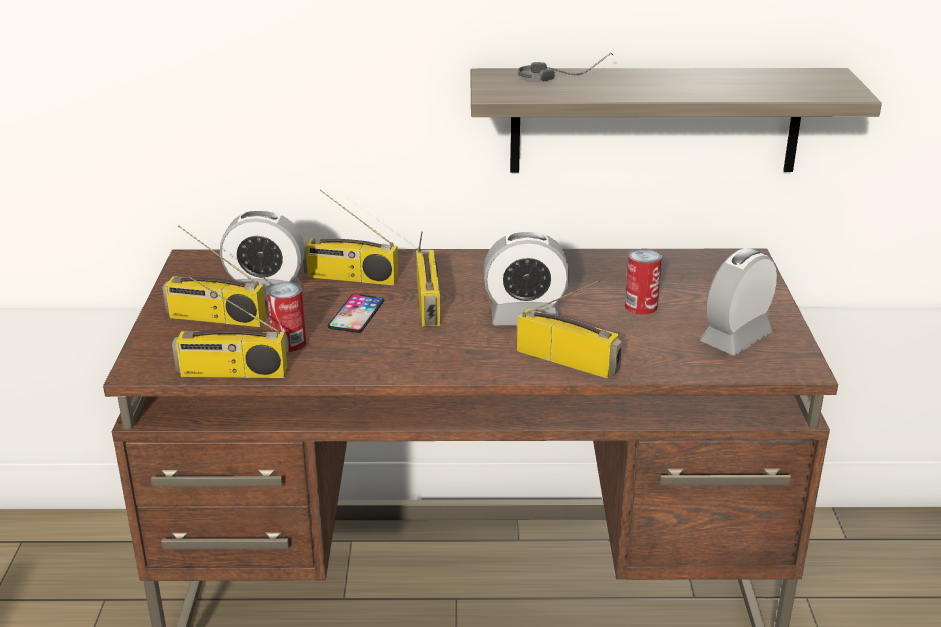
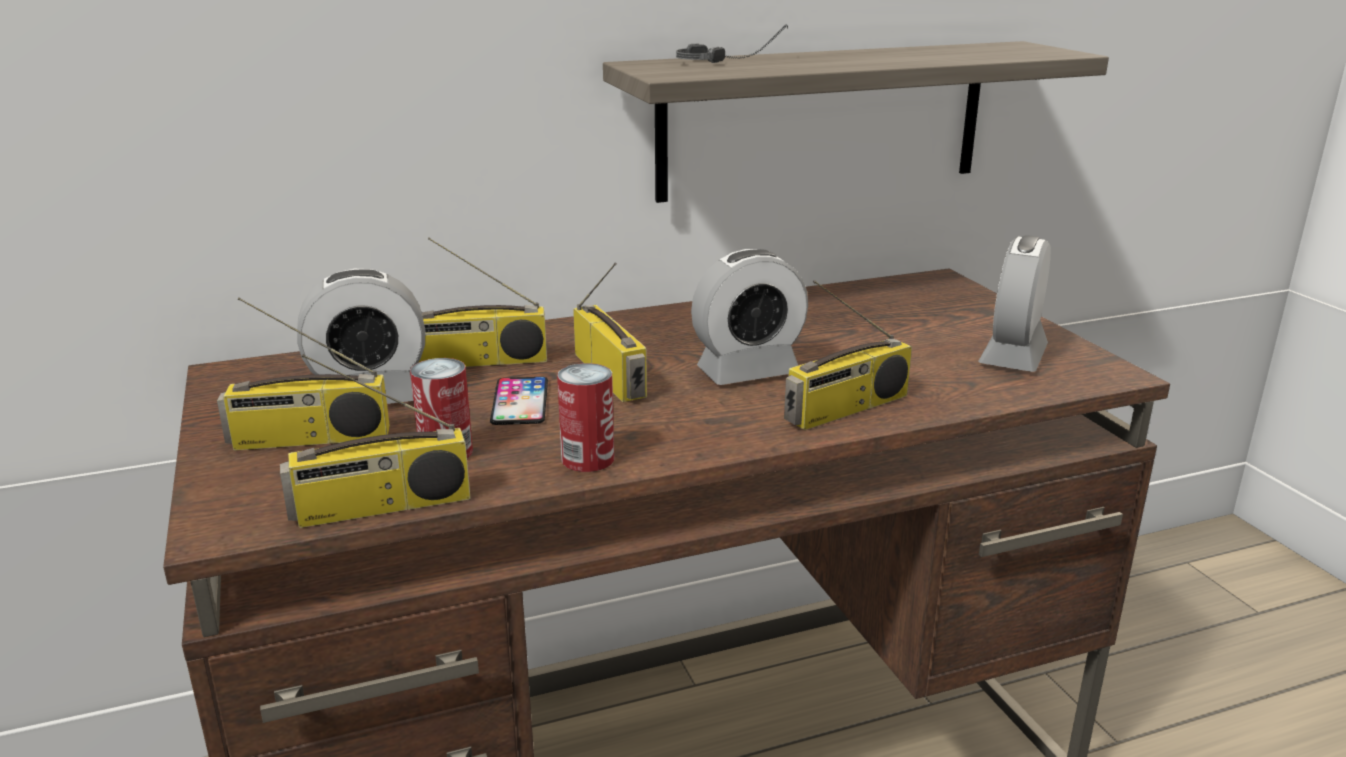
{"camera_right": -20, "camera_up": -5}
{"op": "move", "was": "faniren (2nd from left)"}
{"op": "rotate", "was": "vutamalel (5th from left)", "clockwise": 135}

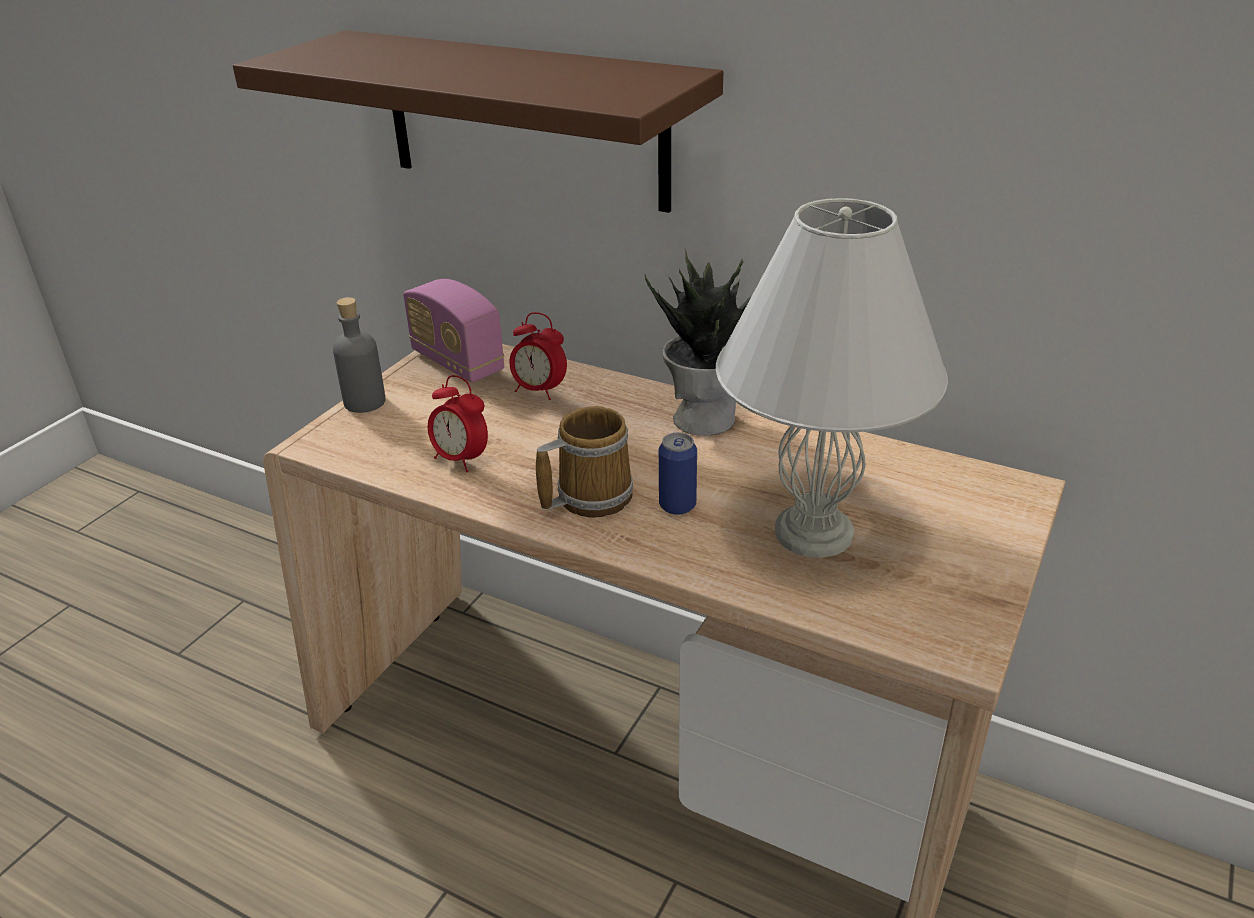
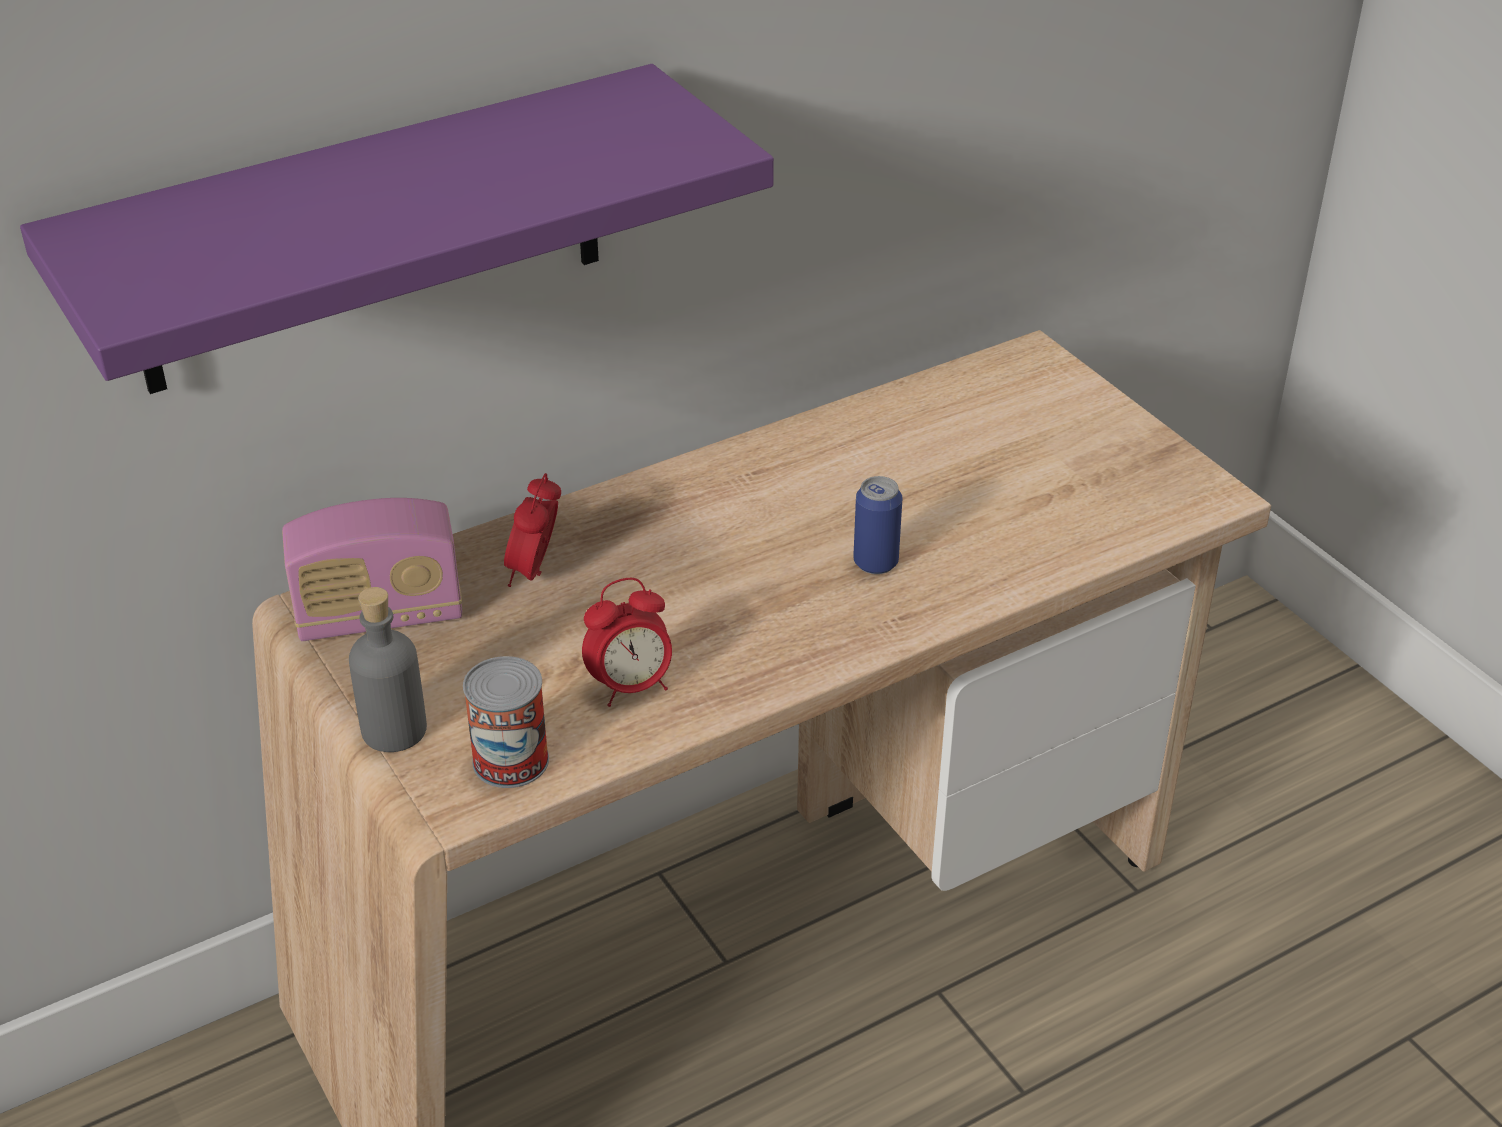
{"camera_right": -60, "camera_up": 5}
{"op": "recolor", "was": "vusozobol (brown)", "now": "vusozobol (purple)"}
{"op": "delete", "was": "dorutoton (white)"}
{"op": "delete", "was": "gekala"}
{"op": "rotate", "was": "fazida (2nd from left in the first image)", "clockwise": 135}
{"op": "delete", "was": "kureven"}
{"op": "insert", "now": "faniren (1st from left)"}

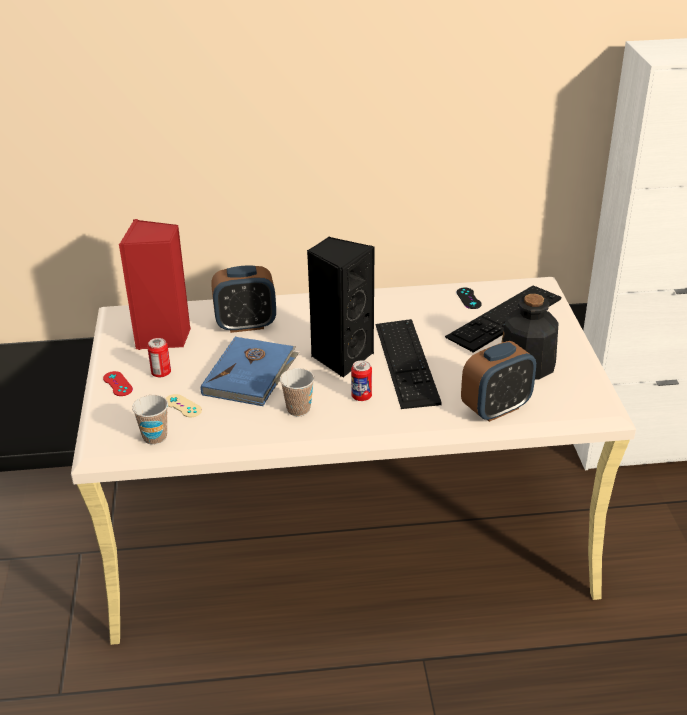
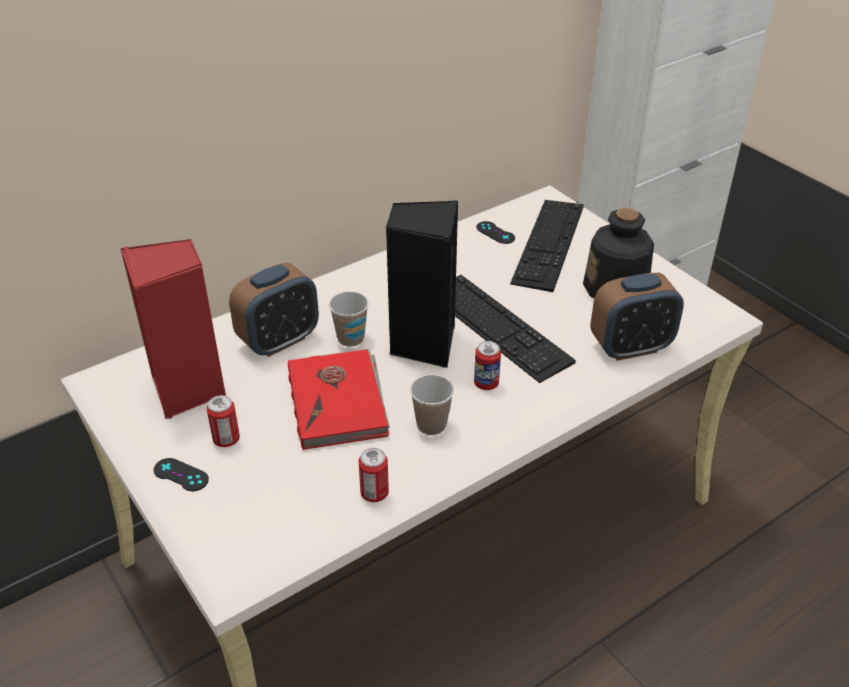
{"camera_right": -30, "camera_up": 5}
{"op": "recolor", "was": "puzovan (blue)", "now": "puzovan (red)"}
{"op": "rotate", "was": "fazida (2nd from left)", "clockwise": 45}
{"op": "recolor", "was": "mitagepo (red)", "now": "mitagepo (black) (1st from left)"}
{"op": "delete", "was": "mitagepo (beige)"}
{"op": "move", "was": "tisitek (1st from left)"}
{"op": "insert", "now": "faniren (2nd from left)"}

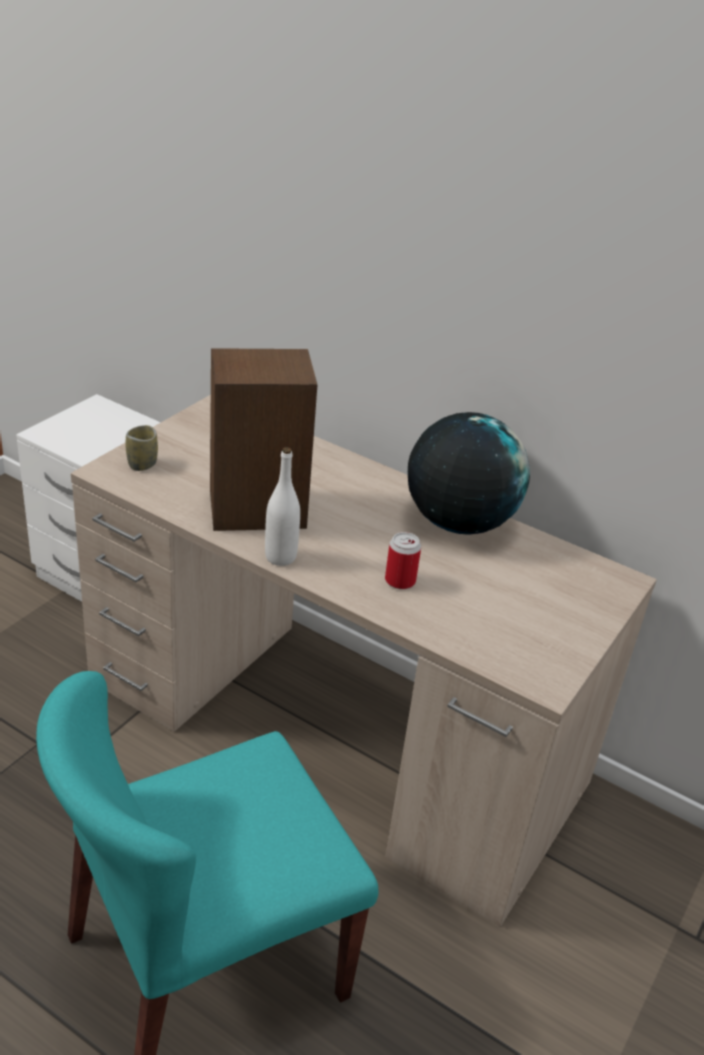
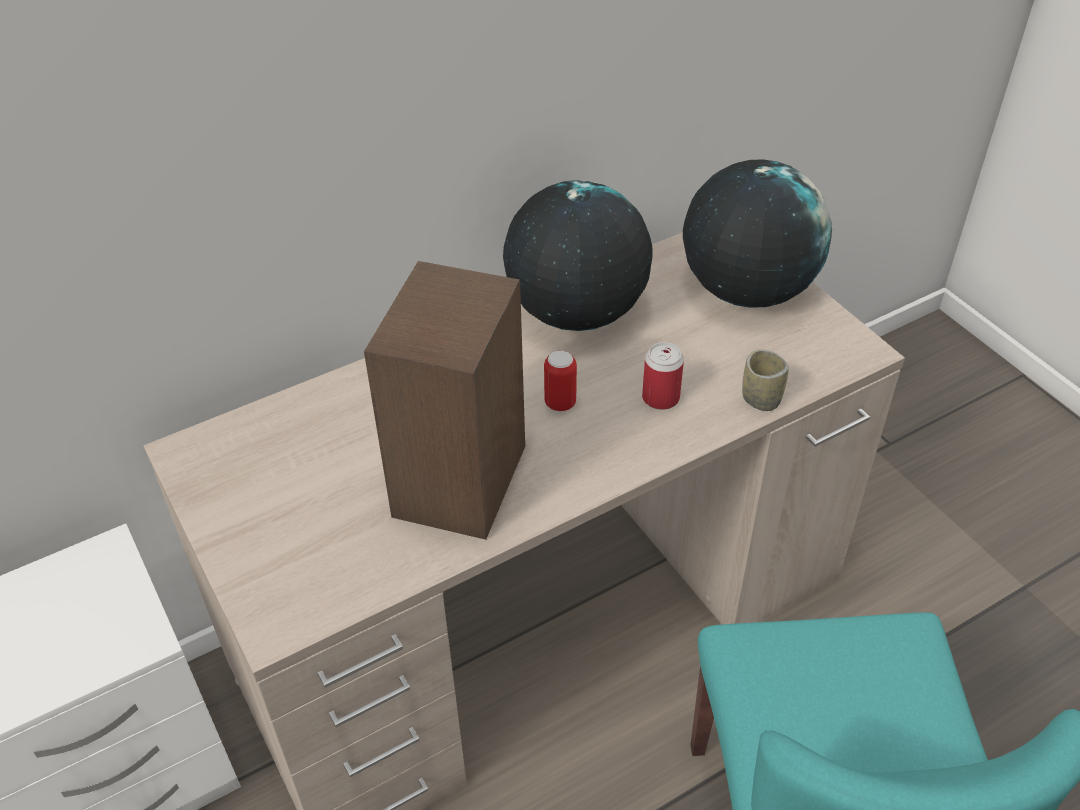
{"camera_right": -60, "camera_up": 10}
{"op": "move", "was": "tisitek"}
{"op": "delete", "was": "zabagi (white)"}
{"op": "insert", "now": "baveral (2nd from left)"}
{"op": "insert", "now": "faniren (1st from left)"}

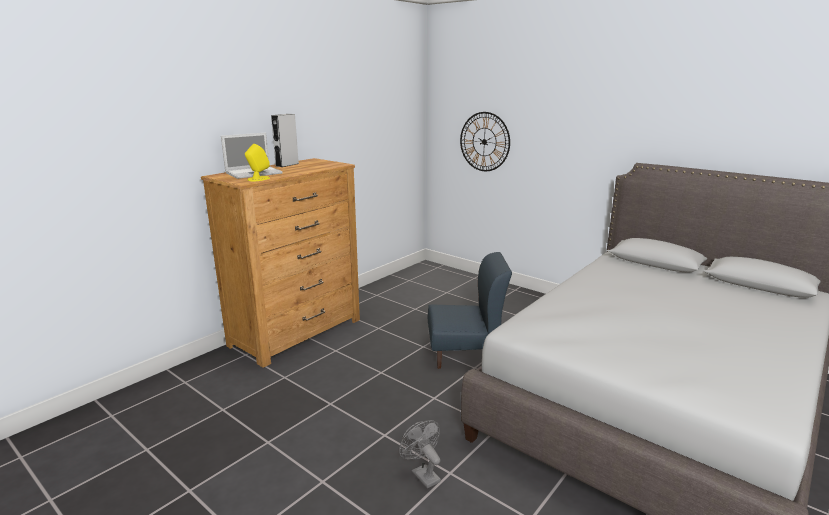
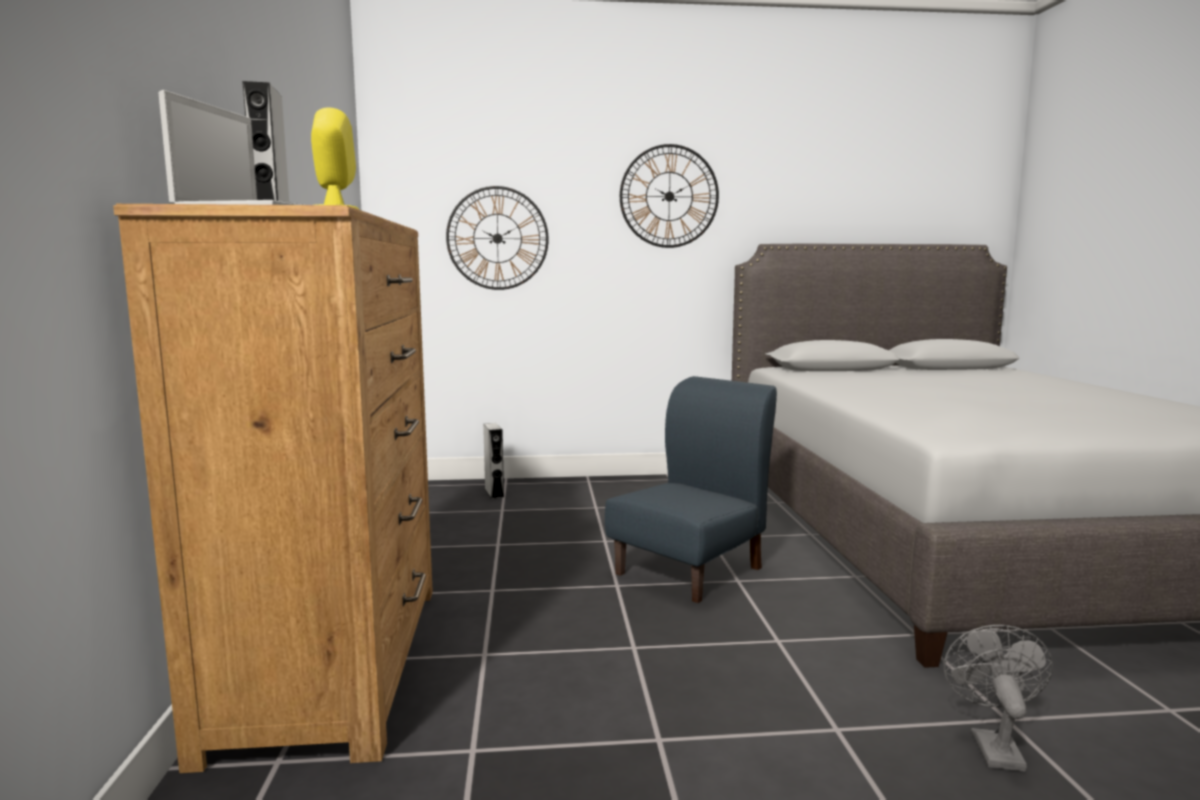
{"camera_right": -45, "camera_up": -10}
{"op": "rotate", "was": "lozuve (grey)", "clockwise": 90}
{"op": "insert", "now": "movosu (2nd from left)"}
{"op": "insert", "now": "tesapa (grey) (2nd from left)"}

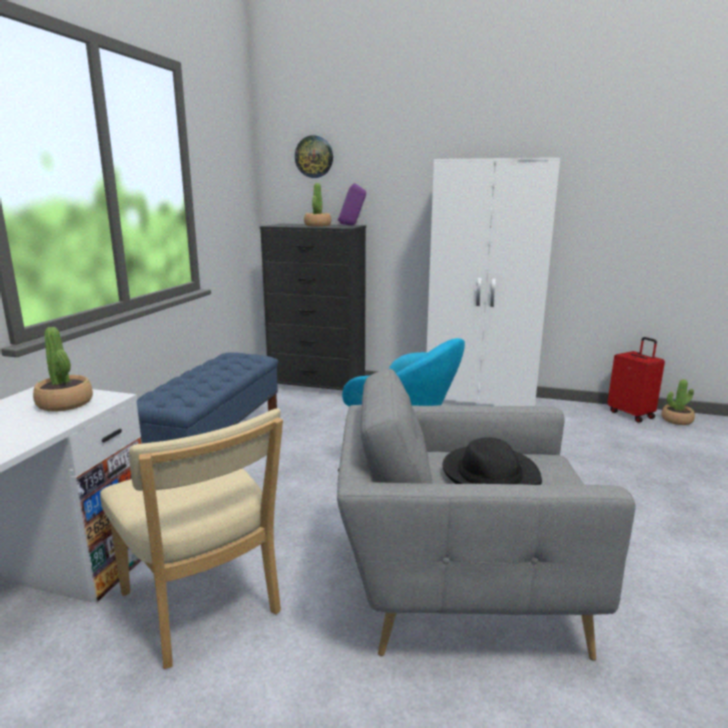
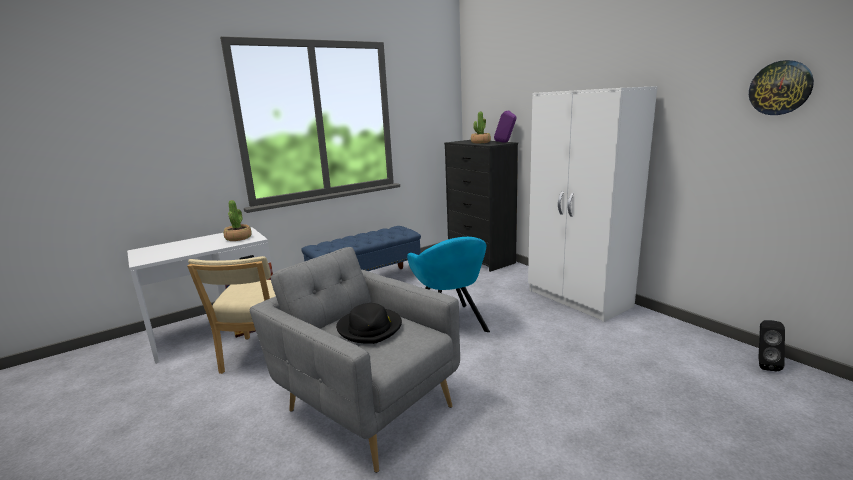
{"camera_right": 40, "camera_up": 0}
{"op": "move", "was": "movosu"}
{"op": "delete", "was": "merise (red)"}
{"op": "replace", "was": "gekala (3rd from left)", "now": "tesapa (black)"}

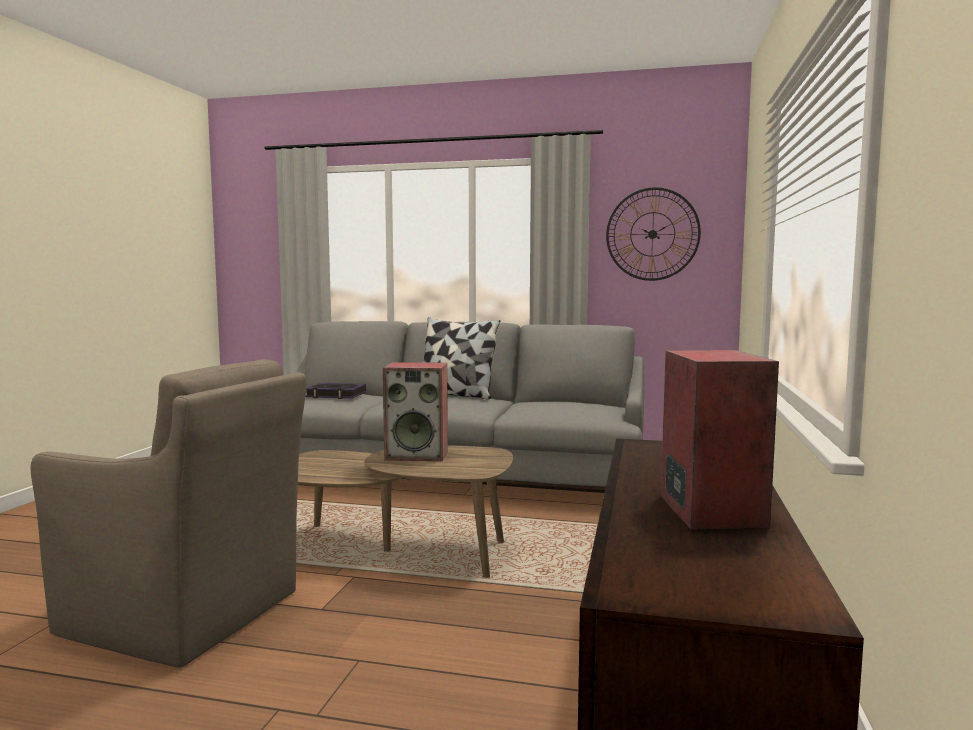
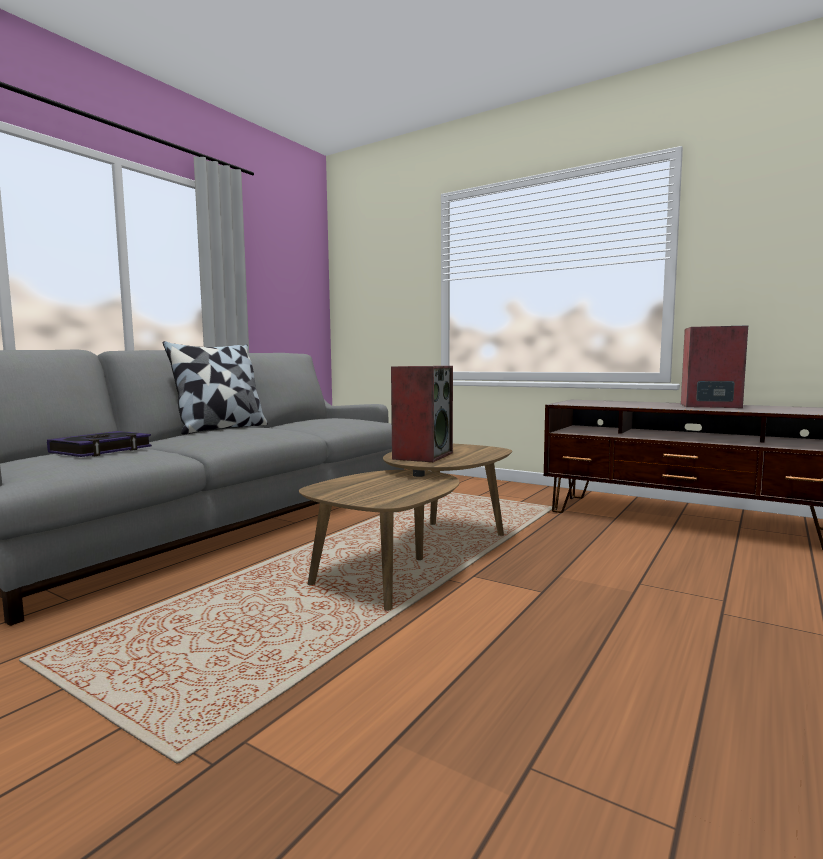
{"camera_right": -70, "camera_up": 0}
{"op": "delete", "was": "movosu"}
{"op": "delete", "was": "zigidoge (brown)"}

